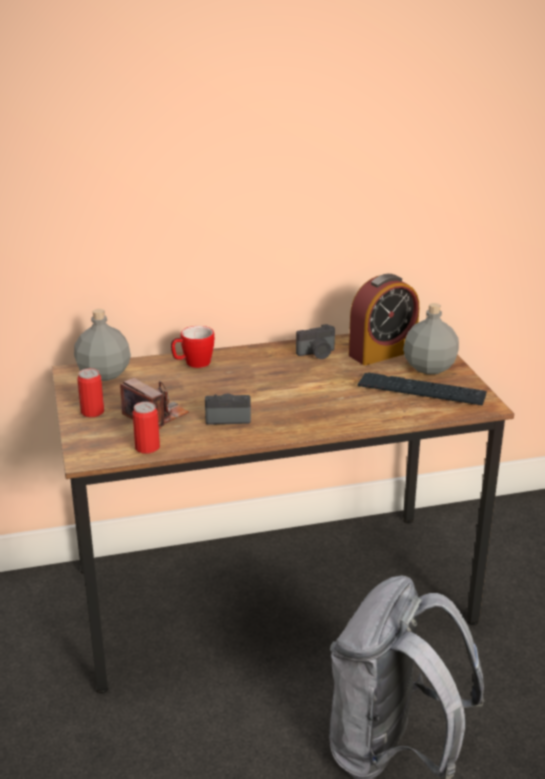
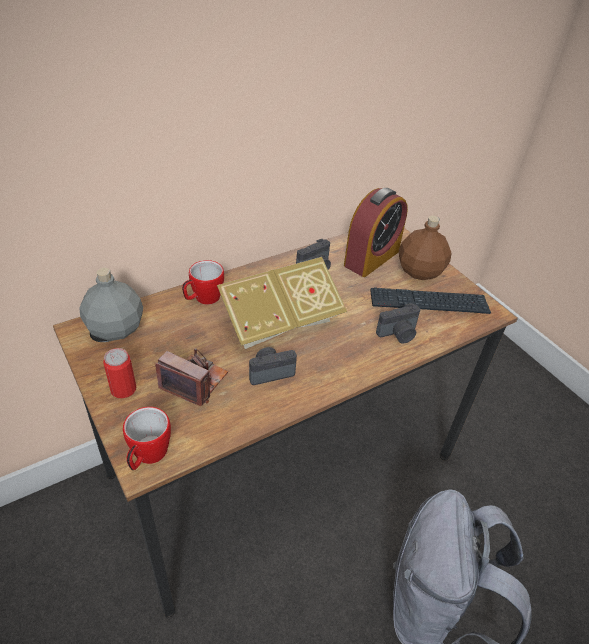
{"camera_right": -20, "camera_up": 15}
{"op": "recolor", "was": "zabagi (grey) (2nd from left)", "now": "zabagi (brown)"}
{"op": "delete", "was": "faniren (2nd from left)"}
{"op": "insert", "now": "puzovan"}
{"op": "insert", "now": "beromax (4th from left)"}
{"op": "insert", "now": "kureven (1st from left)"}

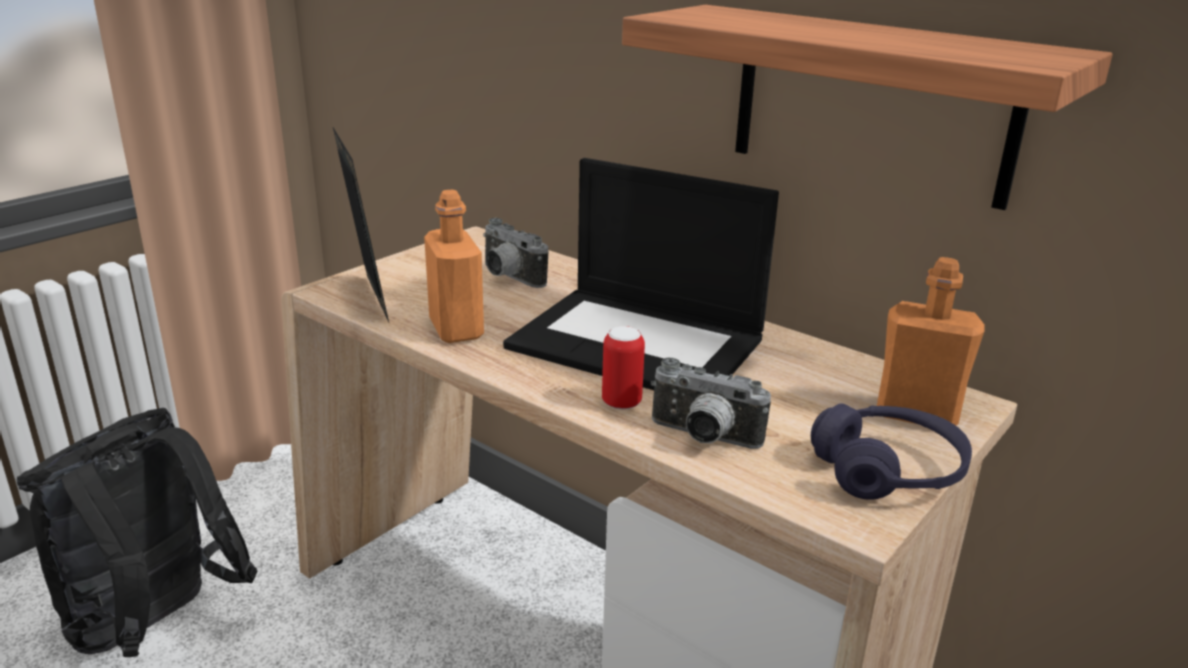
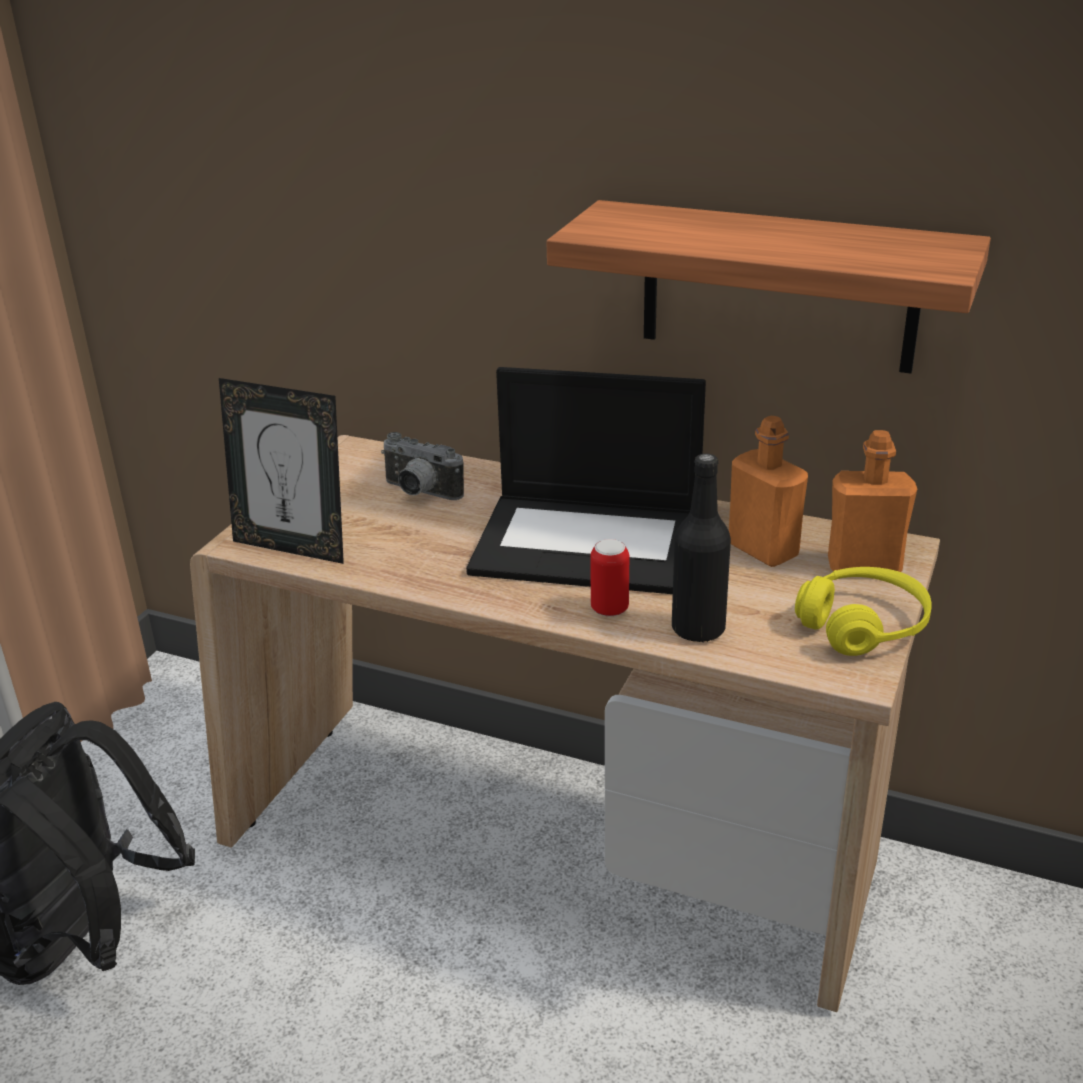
{"camera_right": -15, "camera_up": 5}
{"op": "rotate", "was": "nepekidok", "clockwise": 150}
{"op": "move", "was": "zabagi (orange) (1st from left)"}
{"op": "replace", "was": "beromax (2nd from left)", "now": "zabagi (black)"}
{"op": "recolor", "was": "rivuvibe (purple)", "now": "rivuvibe (yellow)"}

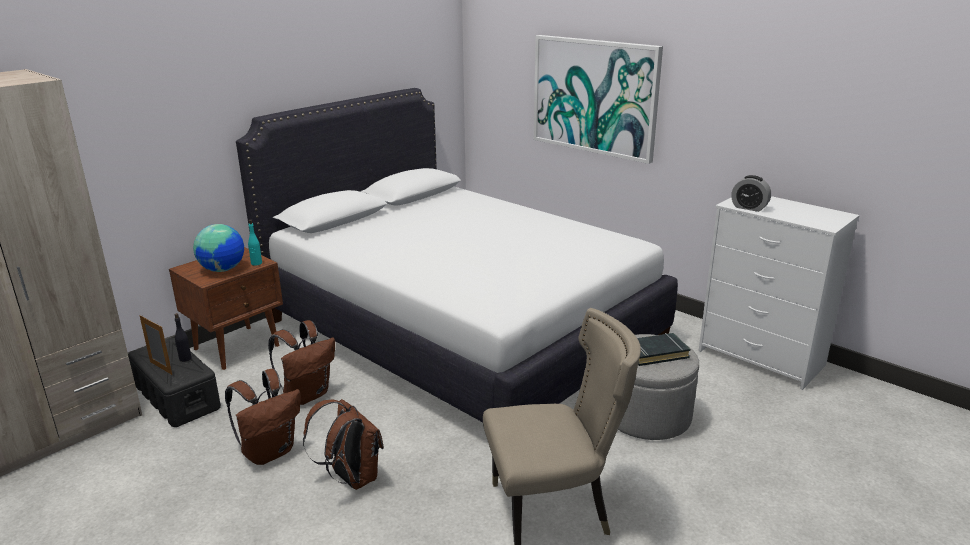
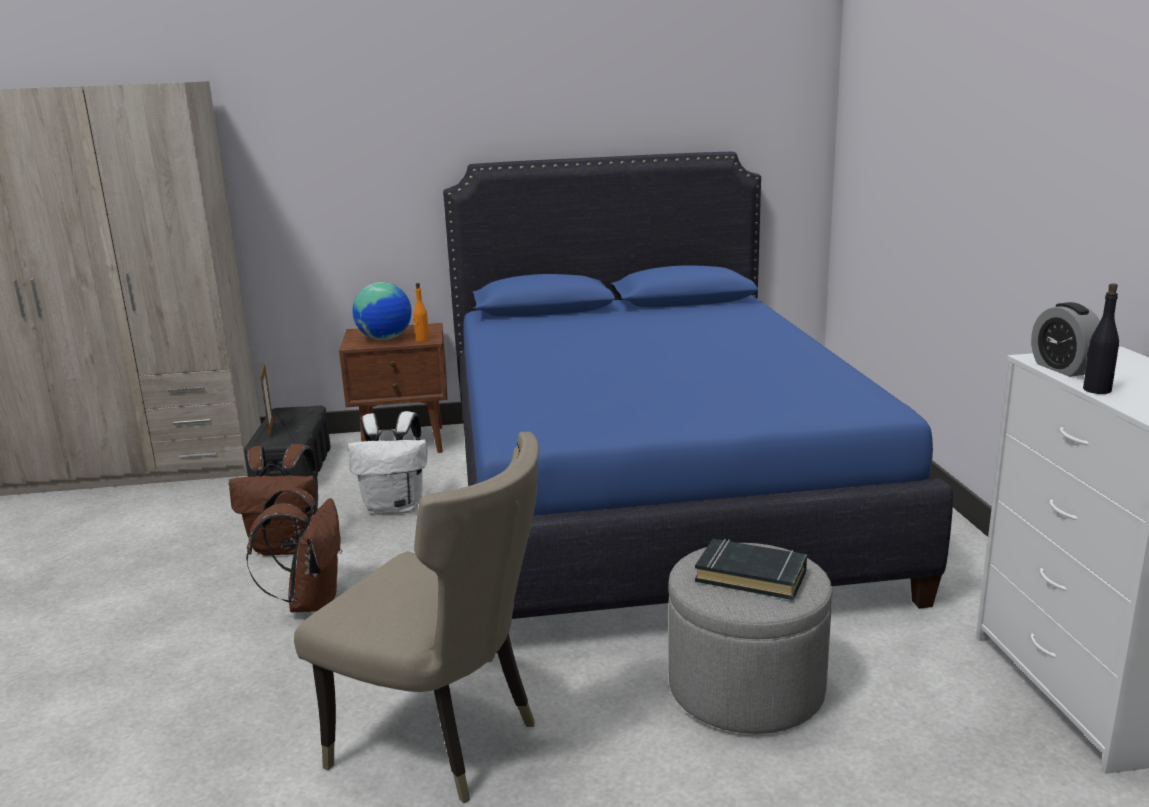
{"camera_right": 40, "camera_up": -5}
{"op": "delete", "was": "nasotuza"}
{"op": "recolor", "was": "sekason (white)", "now": "sekason (blue)"}
{"op": "recolor", "was": "zabagi (turquoise)", "now": "zabagi (orange)"}
{"op": "move", "was": "zabagi (black)"}
{"op": "recolor", "was": "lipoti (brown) (2nd from left)", "now": "lipoti (white)"}

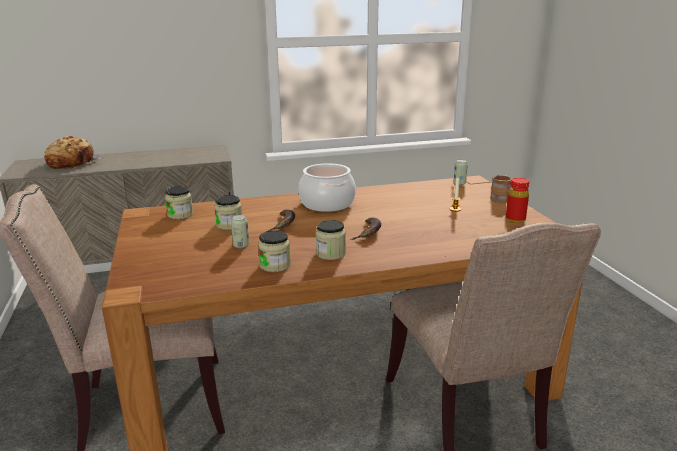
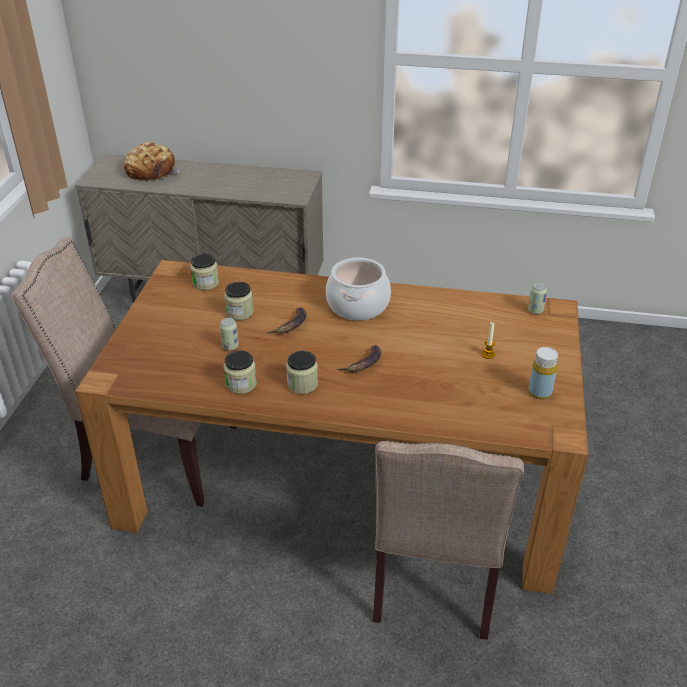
{"camera_right": 25, "camera_up": 15}
{"op": "delete", "was": "kureven"}
{"op": "recolor", "was": "zabagi (red)", "now": "zabagi (yellow)"}

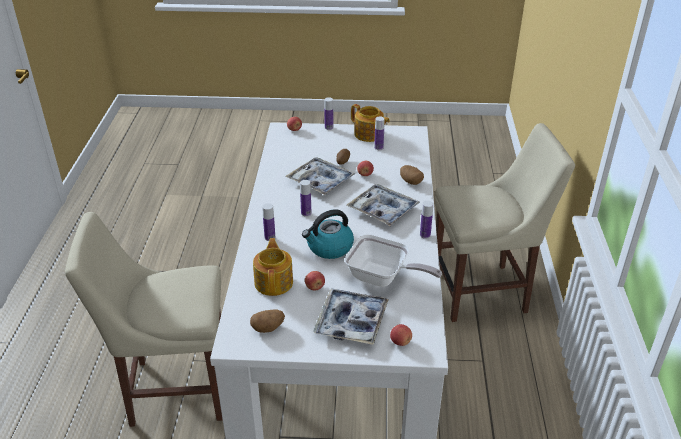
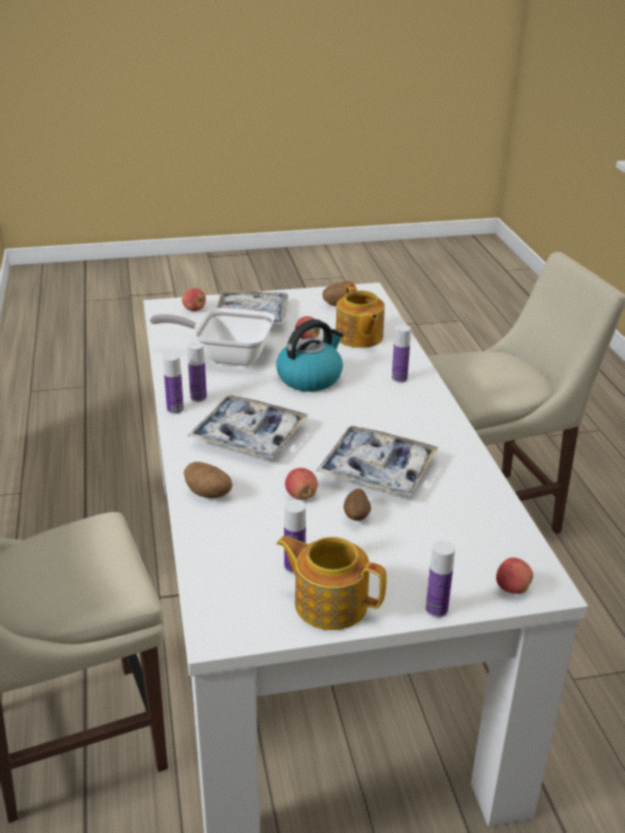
{"camera_right": 165, "camera_up": -5}
{"op": "move", "was": "zabagi (2nd from left)"}

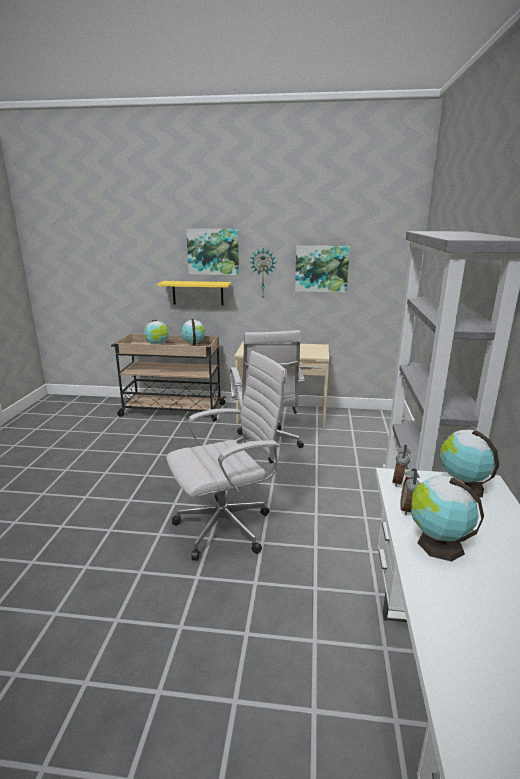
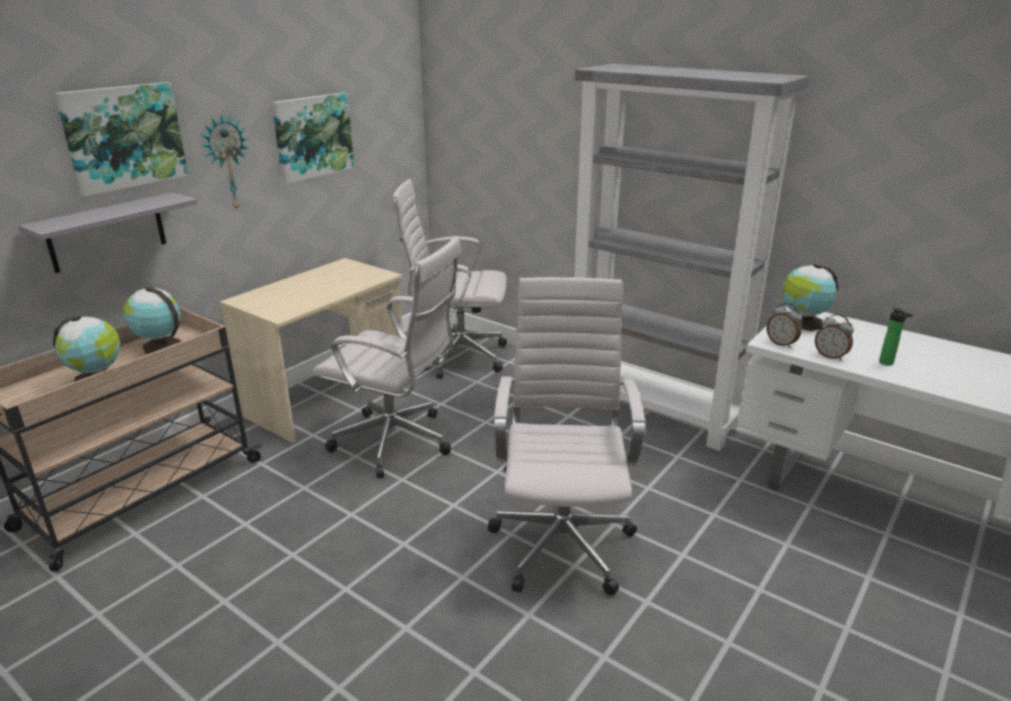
{"camera_right": -60, "camera_up": 5}
{"op": "recolor", "was": "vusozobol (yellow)", "now": "vusozobol (grey)"}
{"op": "replace", "was": "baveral (3rd from left)", "now": "zabagi"}
{"op": "insert", "now": "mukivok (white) (2nd from left)"}

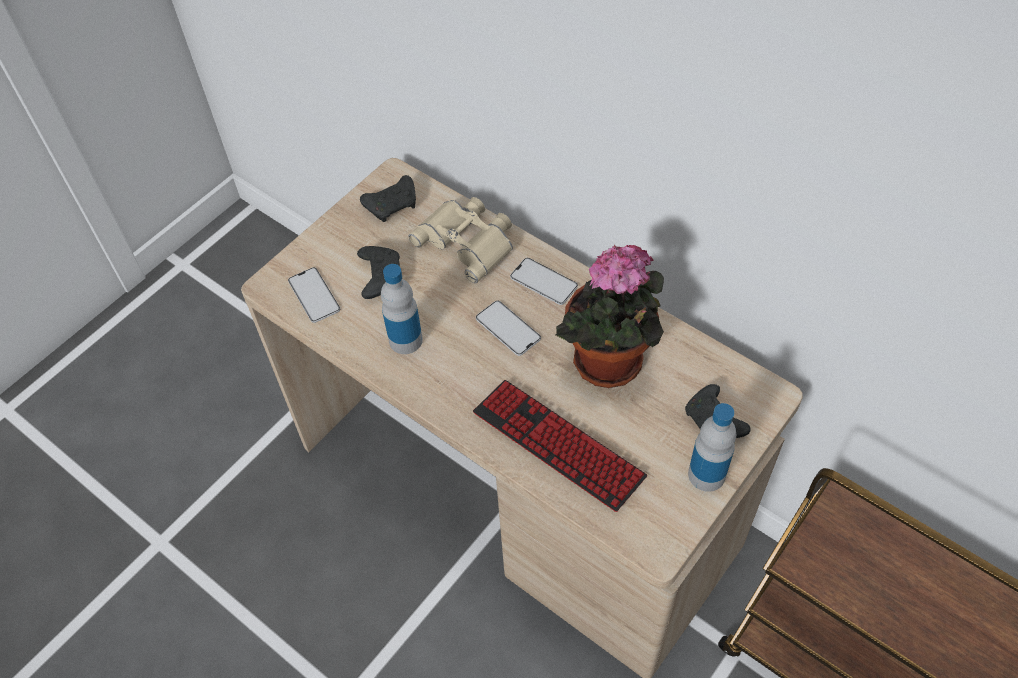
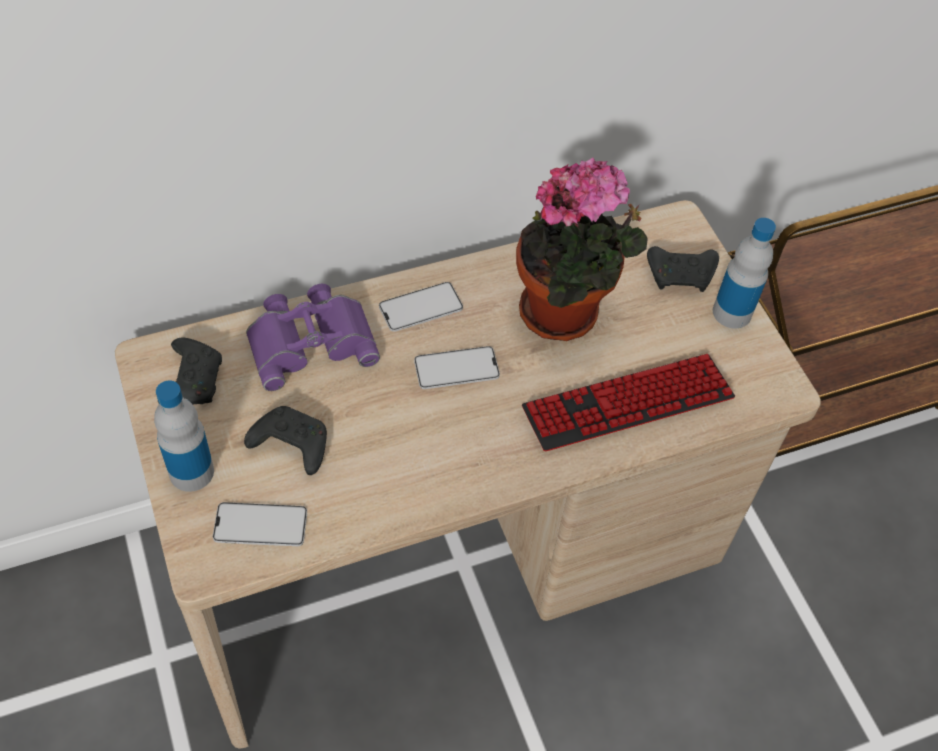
{"camera_right": -65, "camera_up": 0}
{"op": "recolor", "was": "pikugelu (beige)", "now": "pikugelu (purple)"}
{"op": "move", "was": "zabagi (1st from left)"}

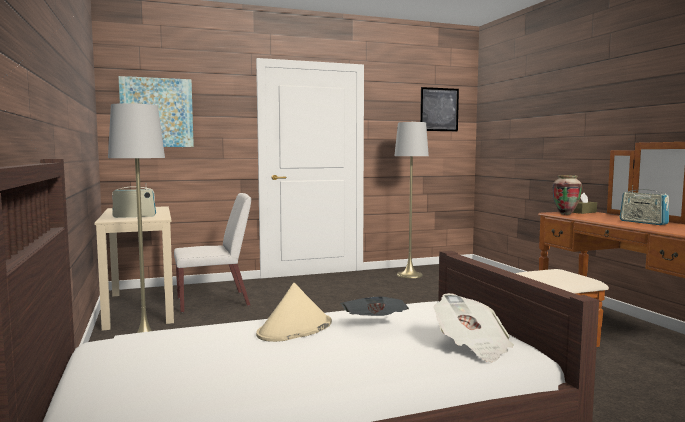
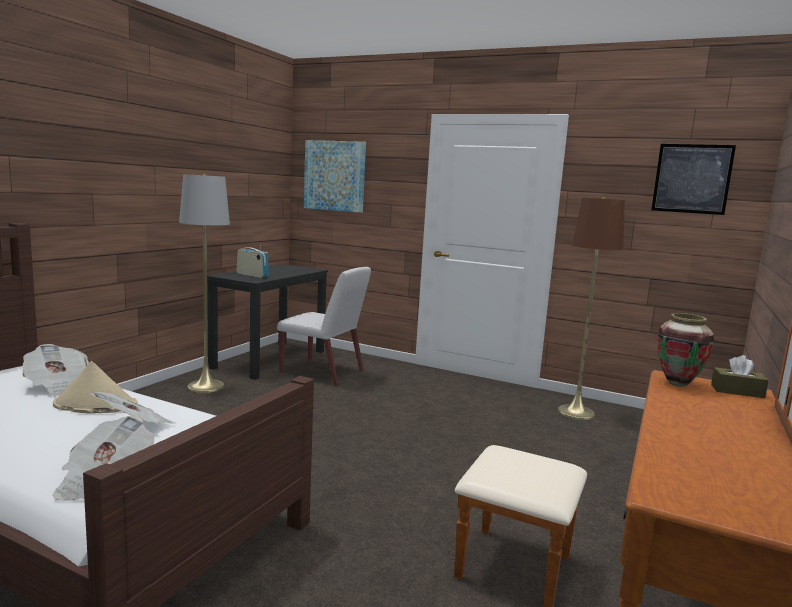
{"camera_right": 45, "camera_up": 5}
{"op": "recolor", "was": "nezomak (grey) (2nd from left)", "now": "nezomak (brown)"}
{"op": "delete", "was": "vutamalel (2nd from left)"}
{"op": "recolor", "was": "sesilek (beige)", "now": "sesilek (black)"}
{"op": "insert", "now": "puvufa (1st from left)"}

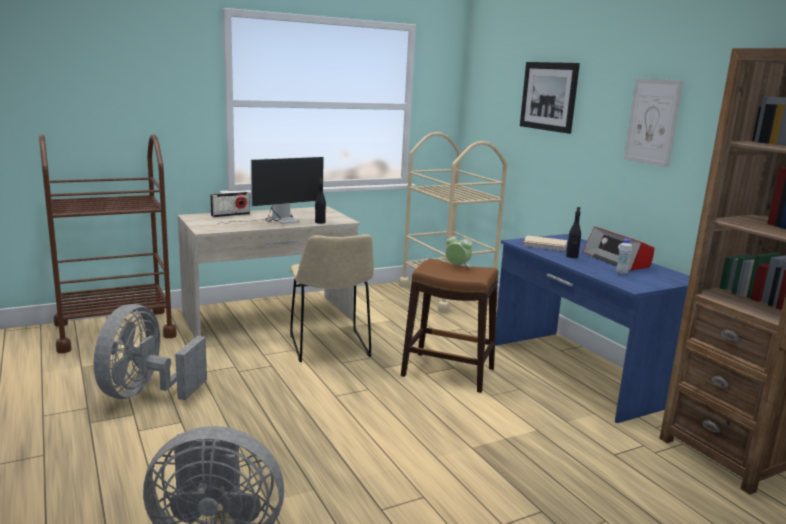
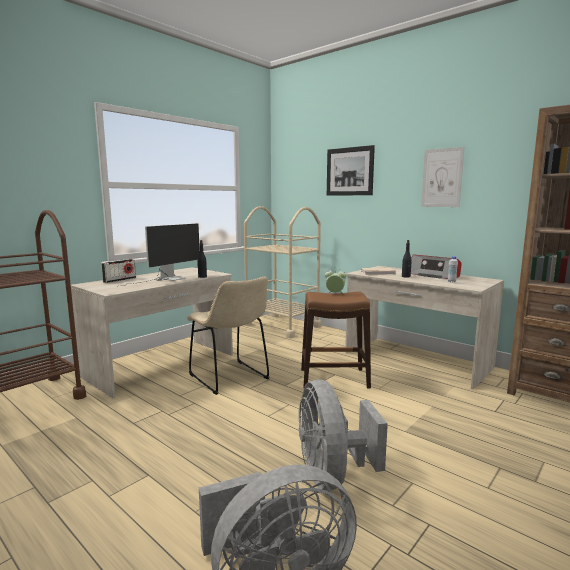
{"camera_right": -20, "camera_up": -5}
{"op": "recolor", "was": "sesilek (blue)", "now": "sesilek (beige) (2nd from left)"}
{"op": "move", "was": "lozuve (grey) (1st from left in the first image)", "now": "lozuve (grey) (2nd from left)"}

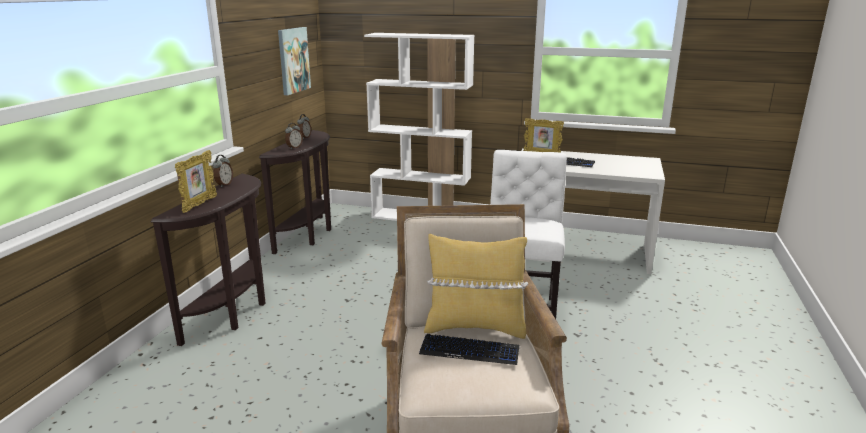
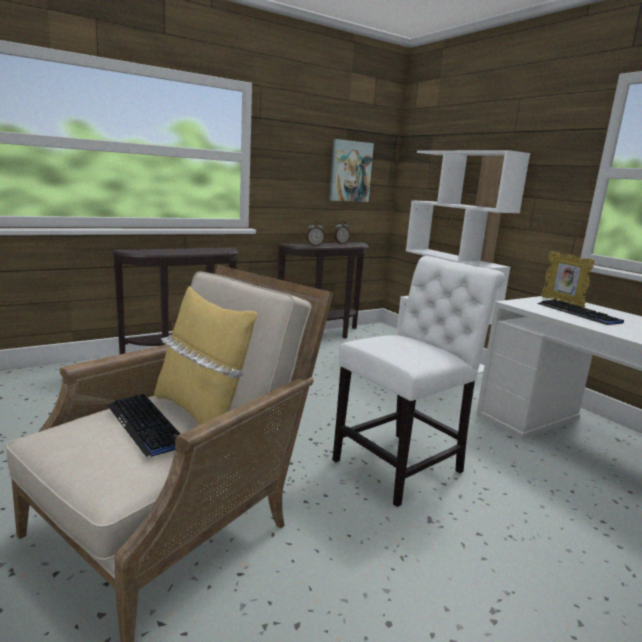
{"camera_right": 40, "camera_up": -5}
{"op": "delete", "was": "nepekidok (1st from left)"}
{"op": "delete", "was": "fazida (1st from left)"}

